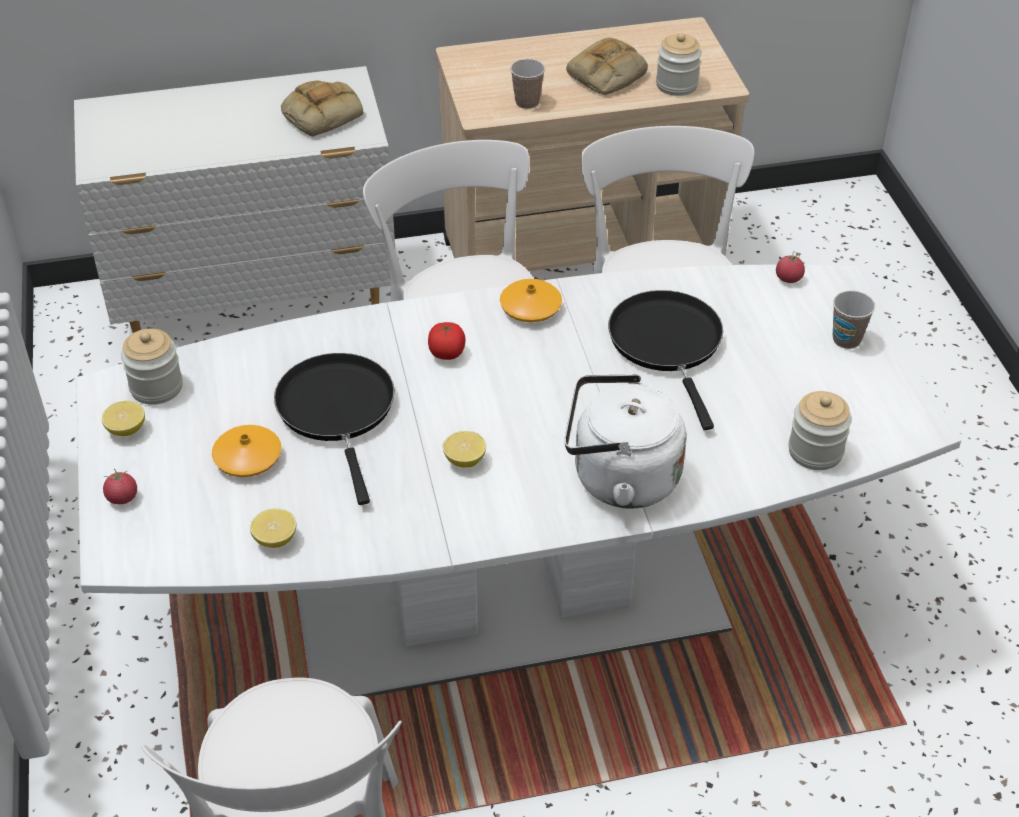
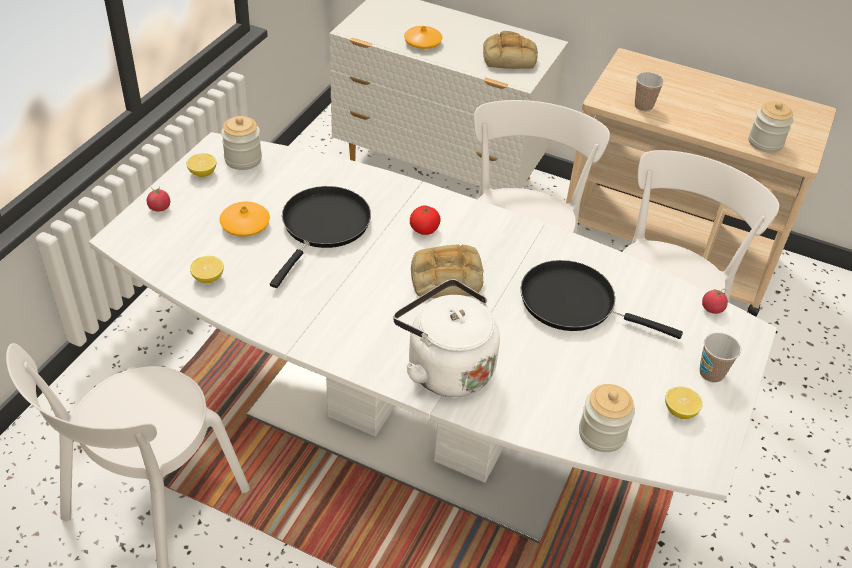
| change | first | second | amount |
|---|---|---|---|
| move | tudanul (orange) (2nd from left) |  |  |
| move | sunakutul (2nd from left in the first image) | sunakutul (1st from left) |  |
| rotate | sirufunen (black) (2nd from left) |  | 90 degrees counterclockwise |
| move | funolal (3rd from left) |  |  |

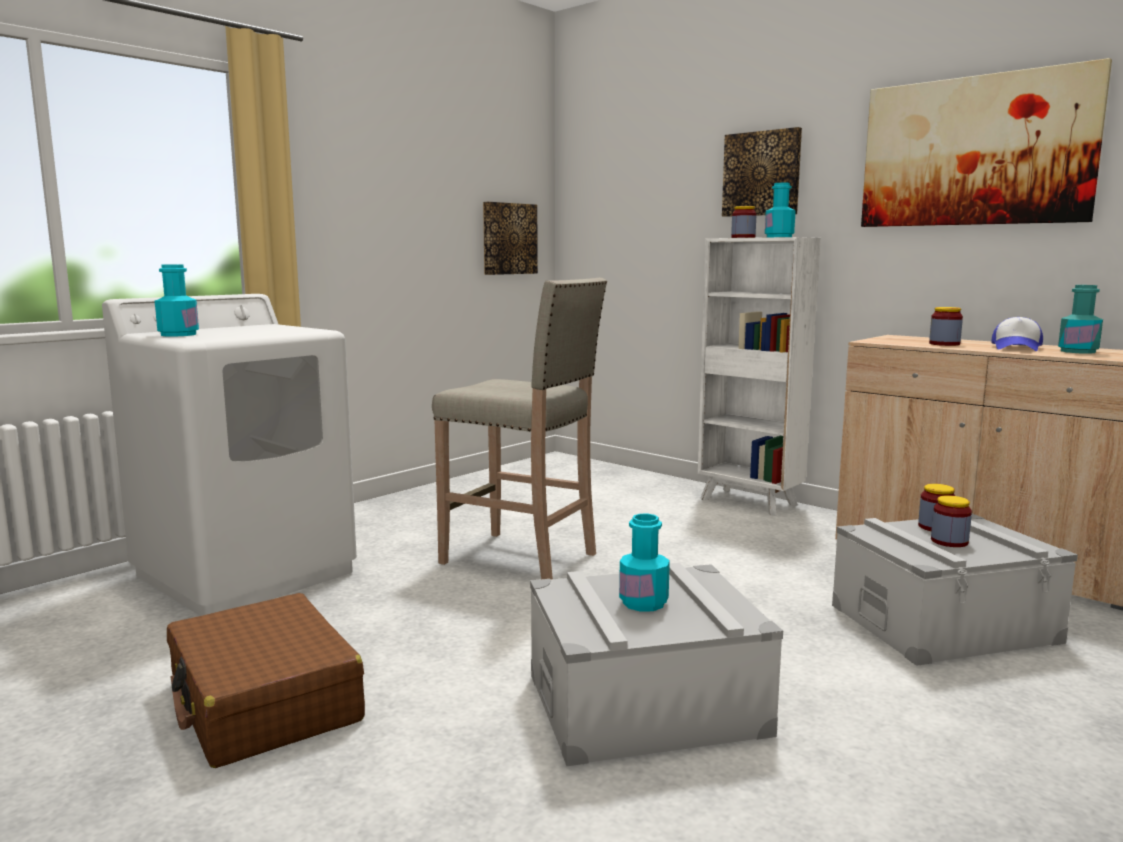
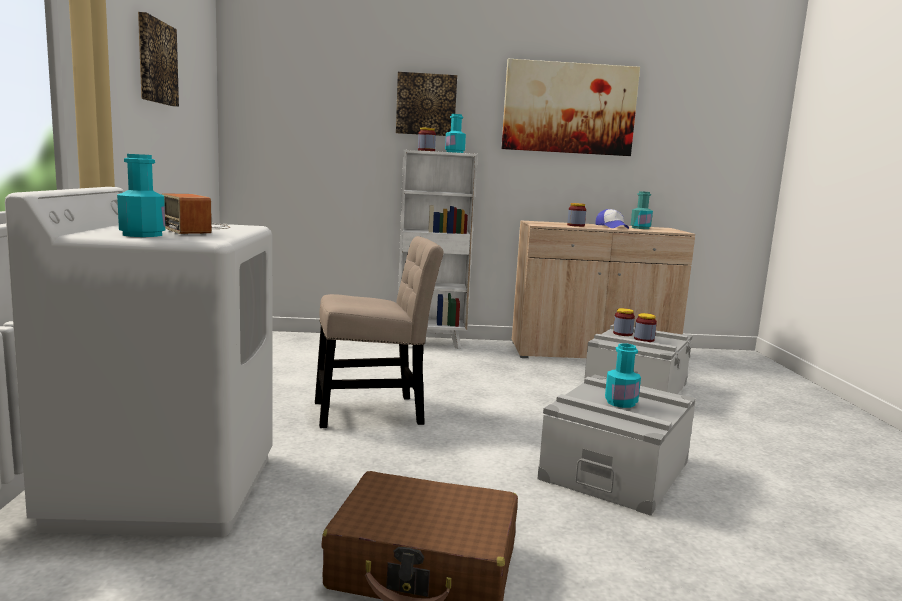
| change | first | second | amount |
|---|---|---|---|
| move | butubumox (1st from left) |  |  |
| insert |  | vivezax |  |
| replace | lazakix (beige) | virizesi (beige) |  |

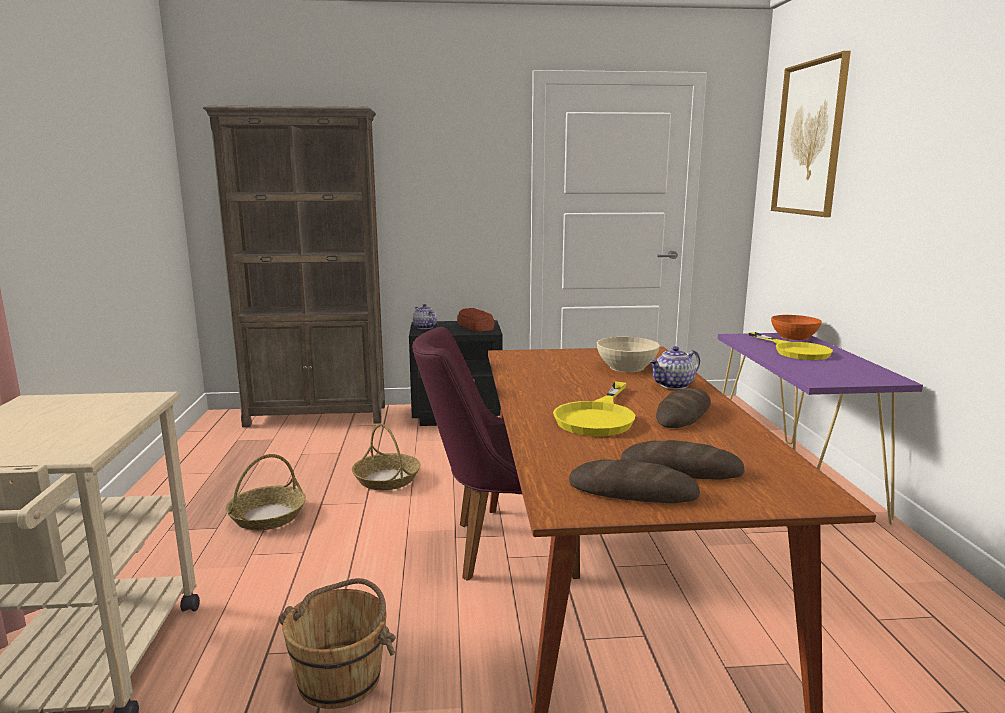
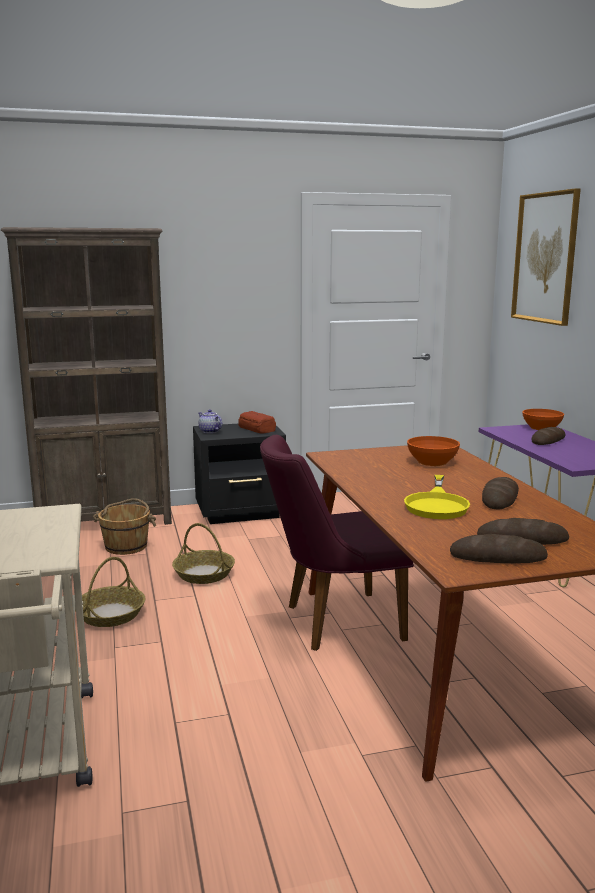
| change | first | second | amount |
|---|---|---|---|
| move | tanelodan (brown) |  |  |
| recolor | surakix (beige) | surakix (orange) (1st from left) |  |
| replace | sirufunen (yellow) (2nd from left) | sunakutul (5th from left) |  |
| delete | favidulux (2nd from left) |  |  |

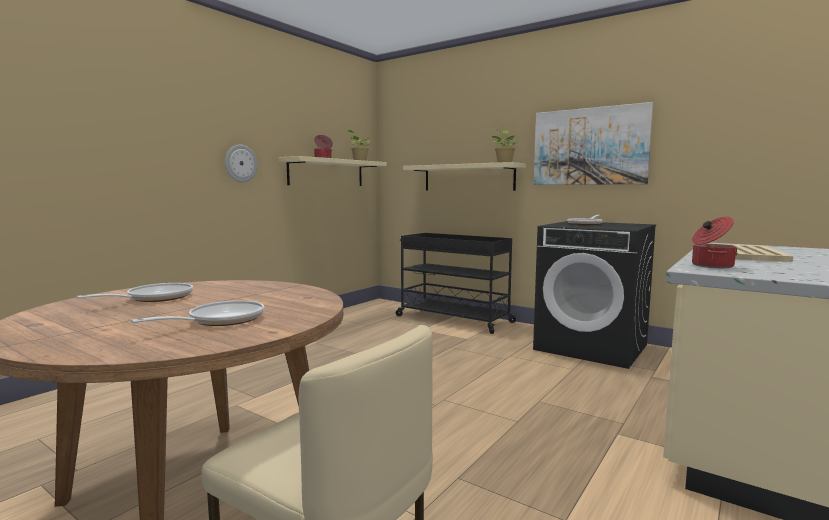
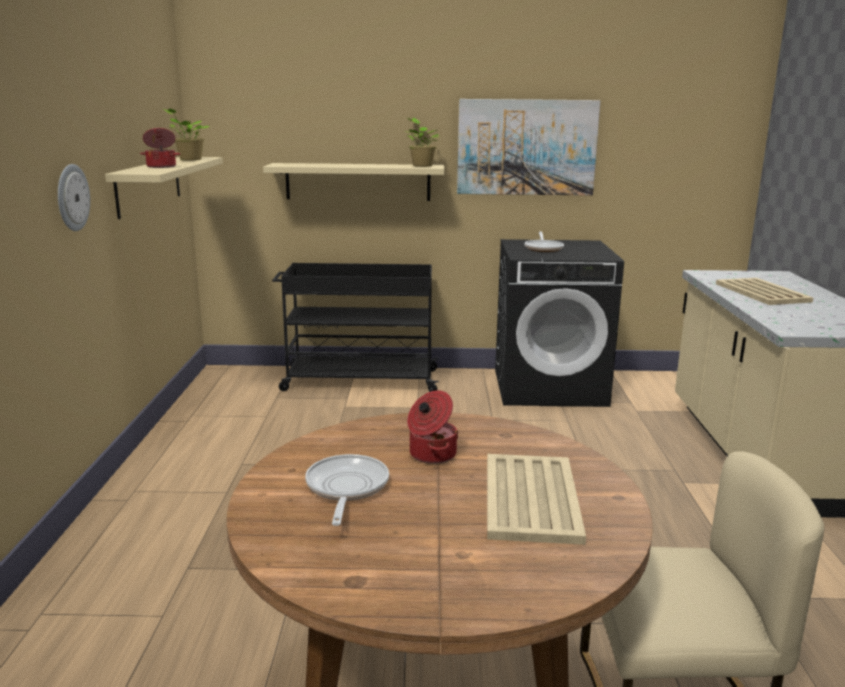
| change | first | second | amount |
|---|---|---|---|
| move | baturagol (2nd from left) |  |  |
| replace | sirufunen (2nd from left) | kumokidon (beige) (1st from left) |  |

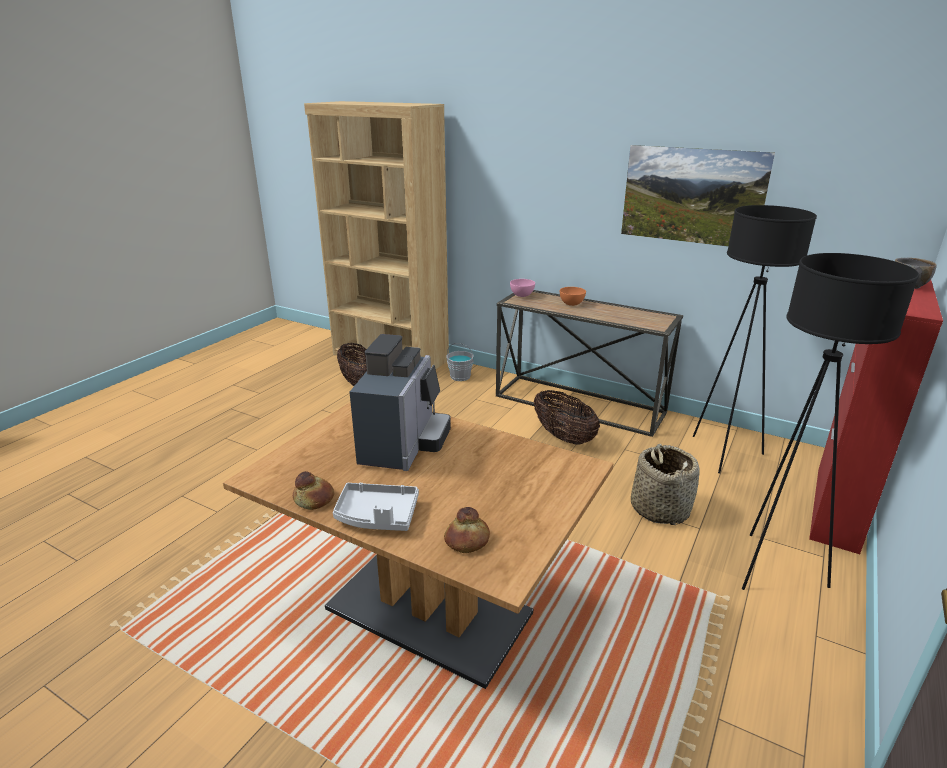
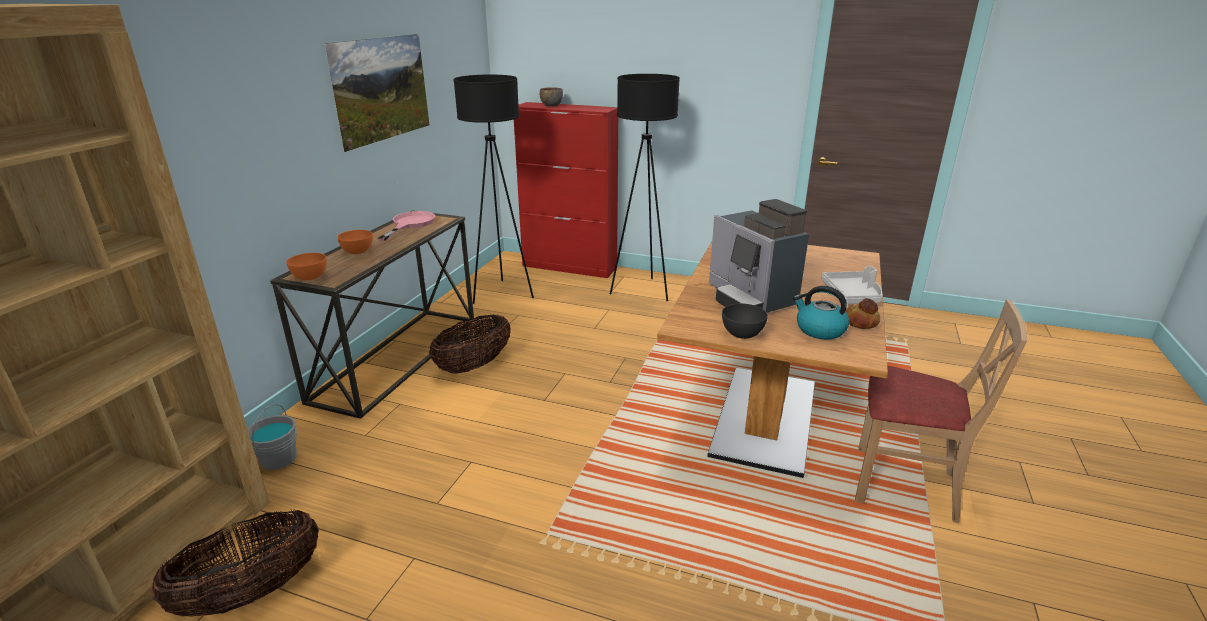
| change | first | second | amount |
|---|---|---|---|
| recolor | surakix (pink) | surakix (orange) (1st from left) |  |
| insert |  | sirufunen (pink) |  |
| rotate | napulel |  | 120 degrees counterclockwise |
| insert |  | surakix (grey) (2nd from left) |  |
| insert |  | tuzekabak |  |
| insert |  | virizesi (beige) |  |
| delete | sunakutul (2nd from left) |  |  |
| delete | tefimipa (3rd from left) |  |  |

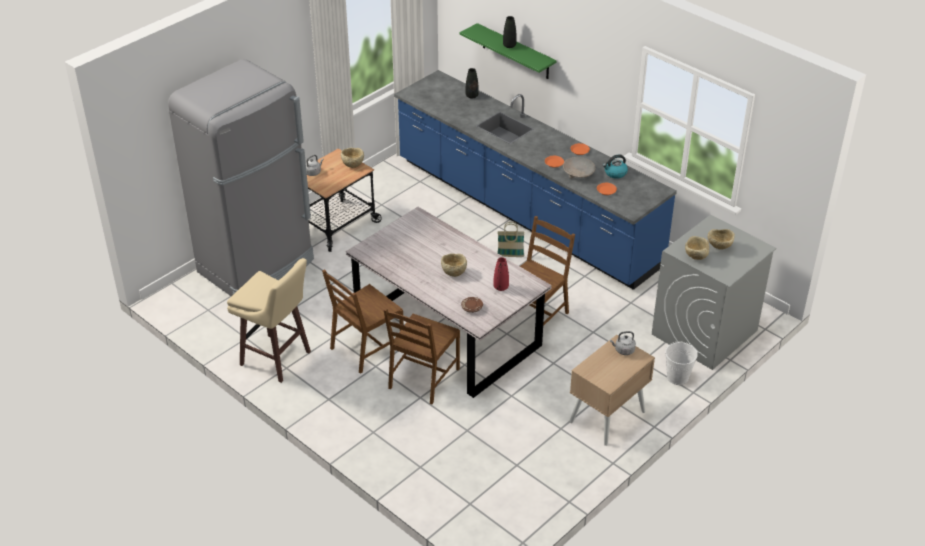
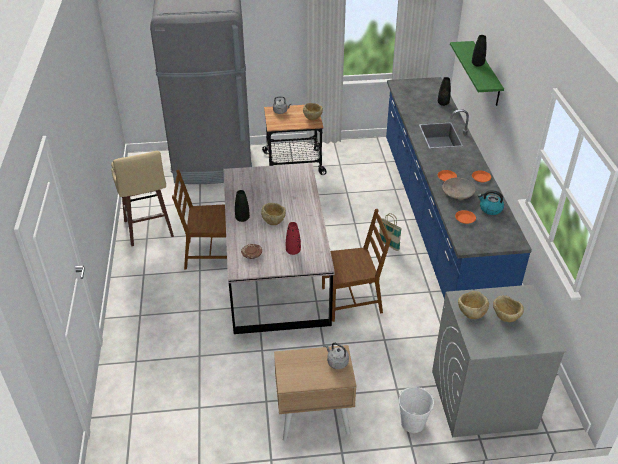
| change | first | second | amount |
|---|---|---|---|
| insert |  | tudanul (black) (1st from left) |  |
| delete | virizesi (brown) (2nd from left) |  |  |

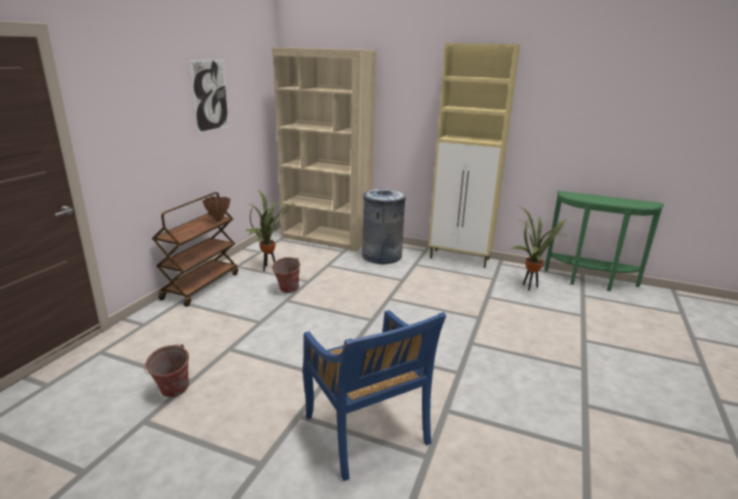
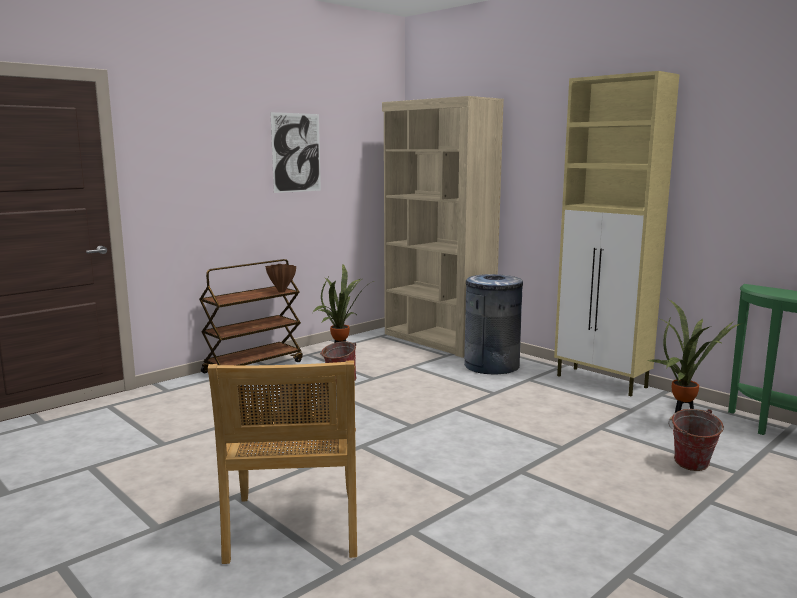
| change | first | second | amount |
|---|---|---|---|
| recolor | virizesi (blue) | virizesi (beige) |  |
| move | tanelodan (1st from left in the first image) | tanelodan (2nd from left) |  |

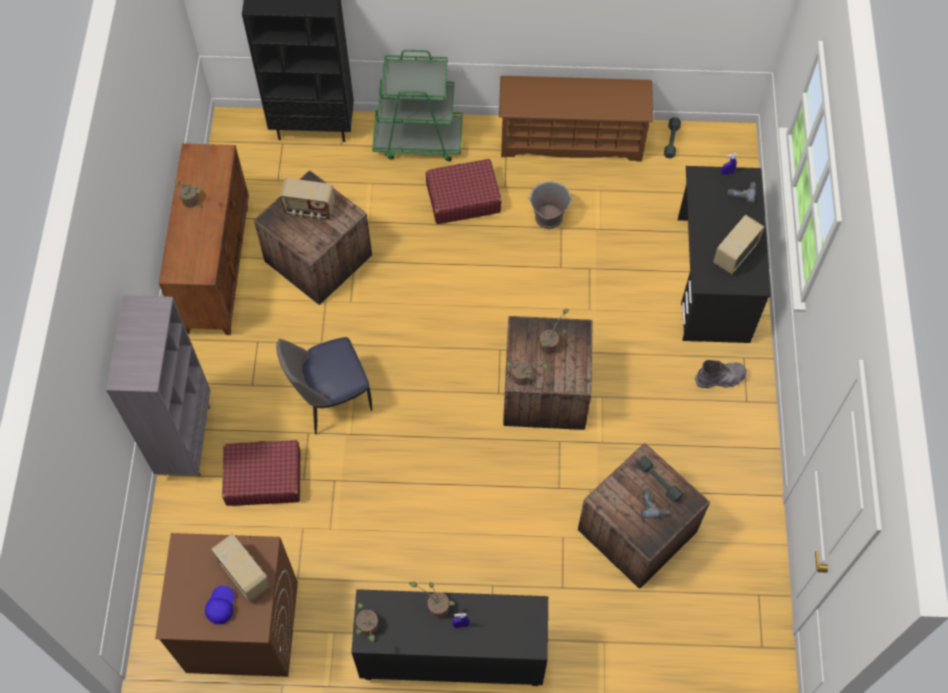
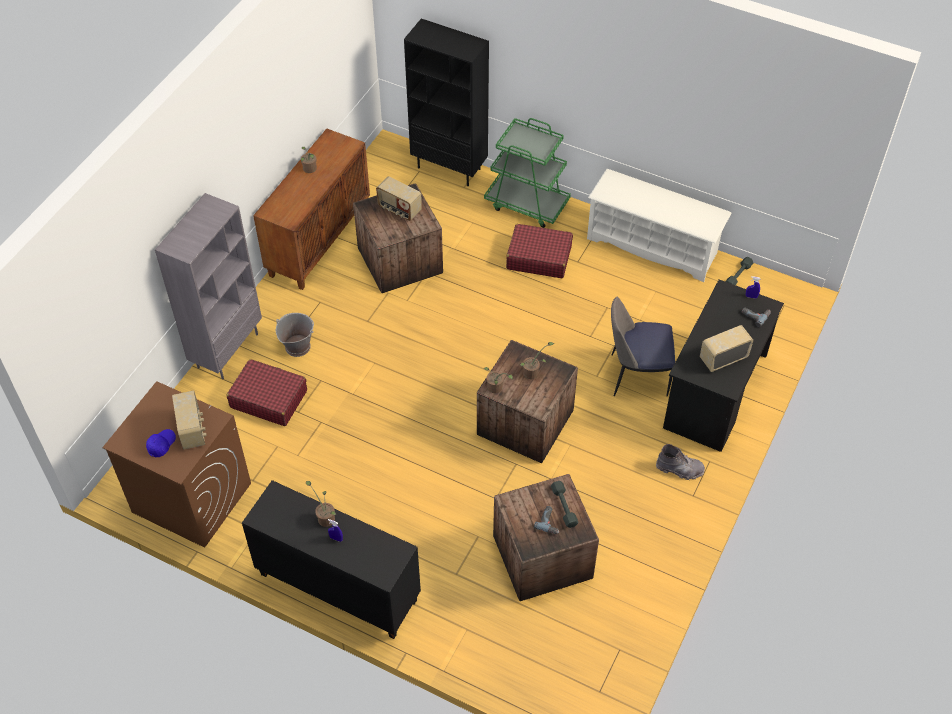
| change | first | second | amount |
|---|---|---|---|
| move | tanelodan (grey) |  |  |
| recolor | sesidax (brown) | sesidax (white) |  |
| move | virizesi |  |  |
| delete | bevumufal (2nd from left) |  |  |

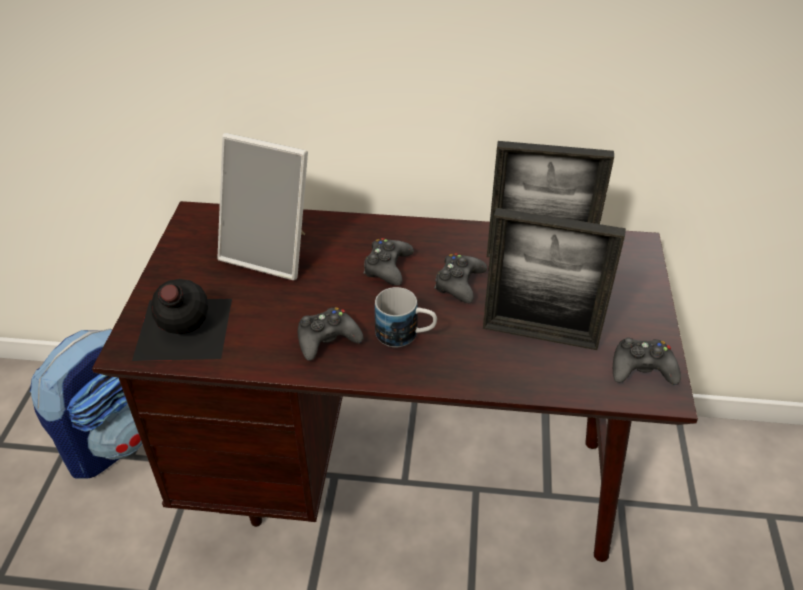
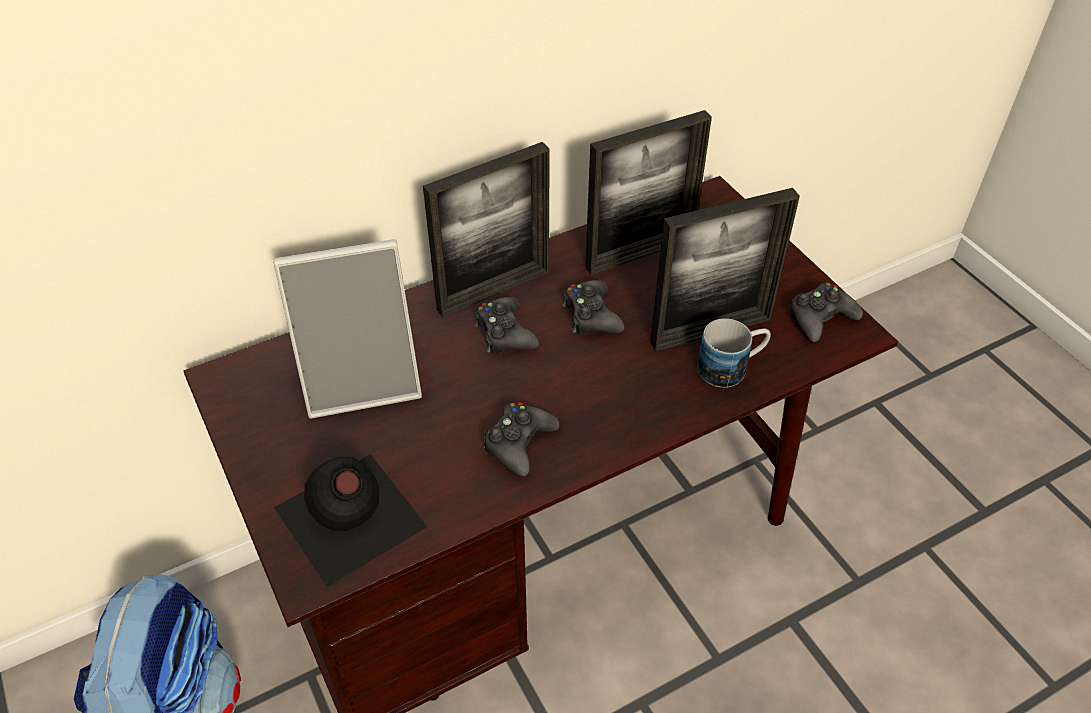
| change | first | second | amount |
|---|---|---|---|
| insert |  | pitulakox (2nd from left) |  |
| move | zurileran |  |  |

